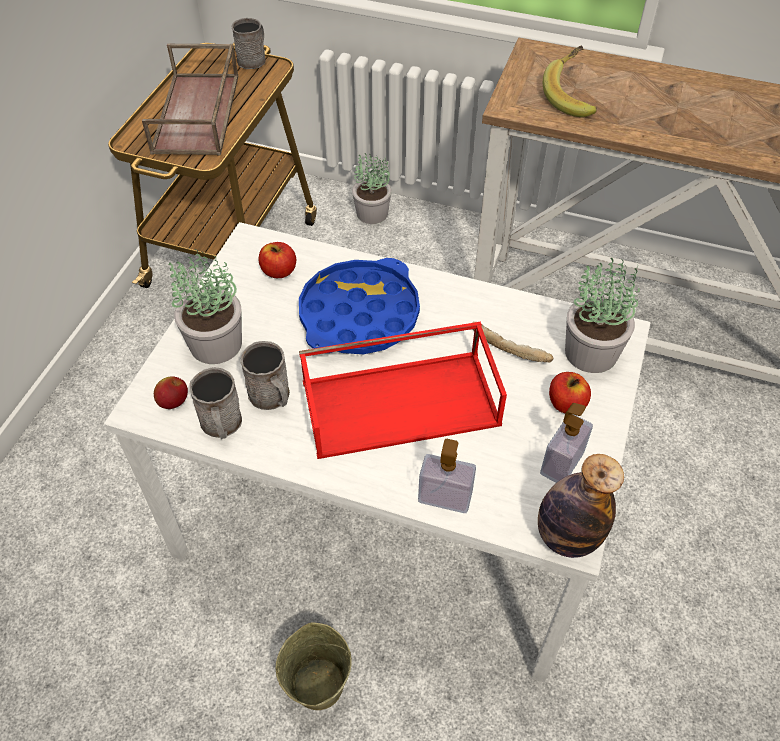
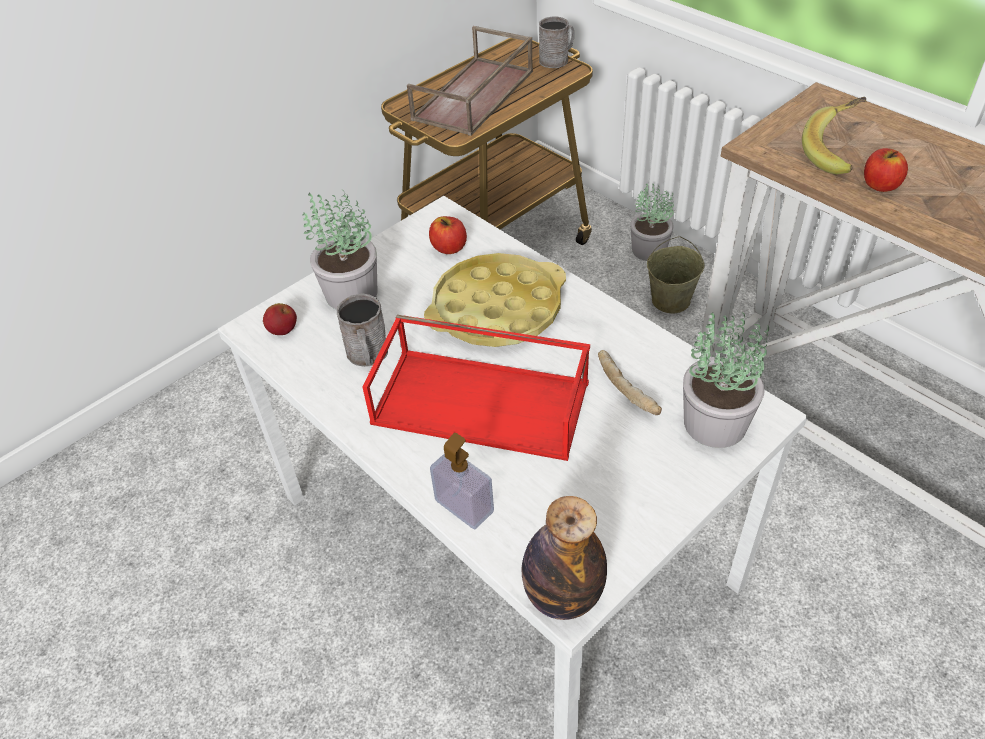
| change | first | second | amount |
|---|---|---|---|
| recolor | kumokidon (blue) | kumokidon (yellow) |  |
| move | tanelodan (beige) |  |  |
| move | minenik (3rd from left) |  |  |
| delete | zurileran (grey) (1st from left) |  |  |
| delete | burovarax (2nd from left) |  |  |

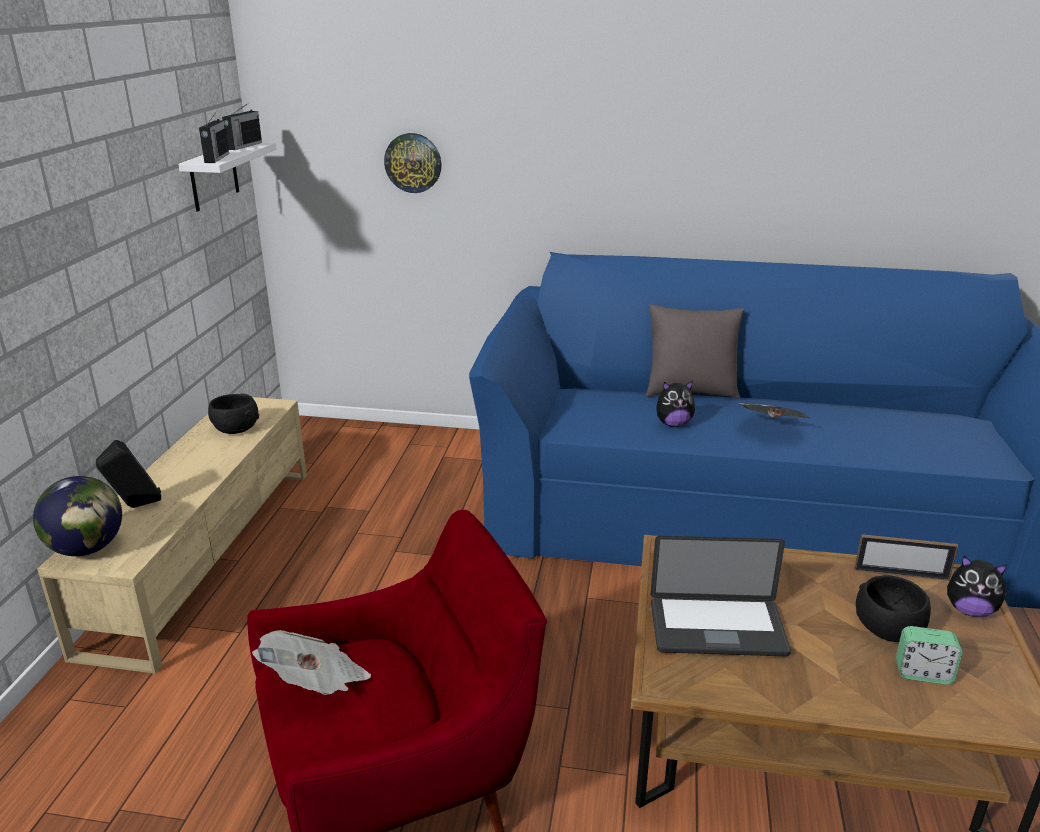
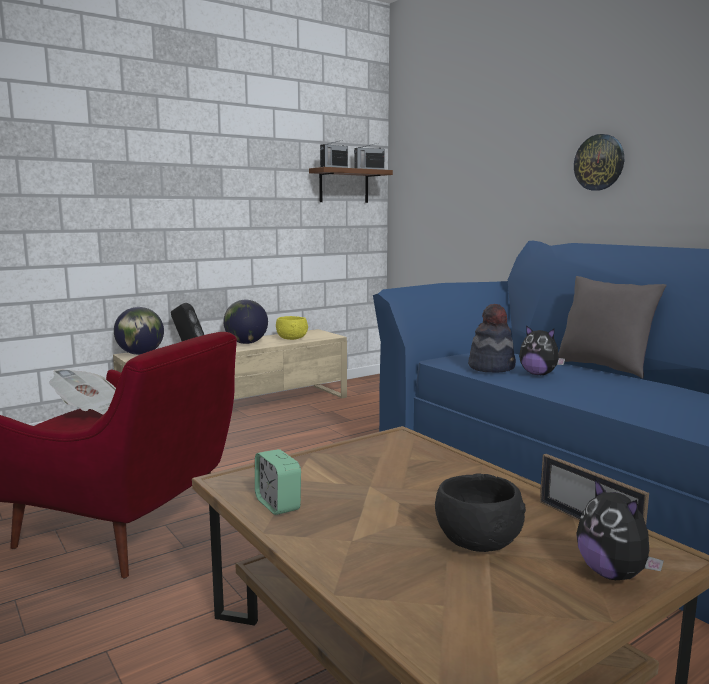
| change | first | second | amount |
|---|---|---|---|
| insert |  | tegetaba (2nd from left) |  |
| move | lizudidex |  |  |
| recolor | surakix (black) (1st from left) | surakix (yellow) |  |
| recolor | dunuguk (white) | dunuguk (brown) |  |
| insert |  | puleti |  |
| move | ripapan |  |  |
| delete | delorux |  |  |
| delete | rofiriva (2nd from left) |  |  |

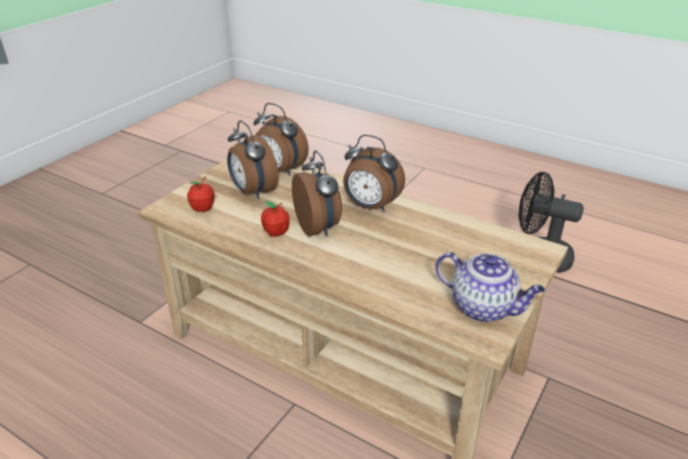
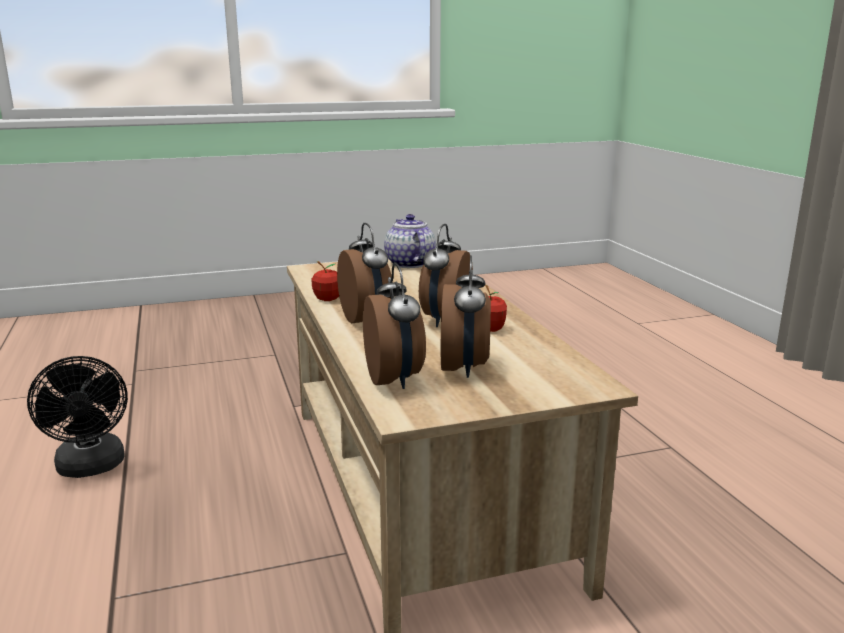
| change | first | second | amount |
|---|---|---|---|
| move | minenik (1st from left) |  |  |

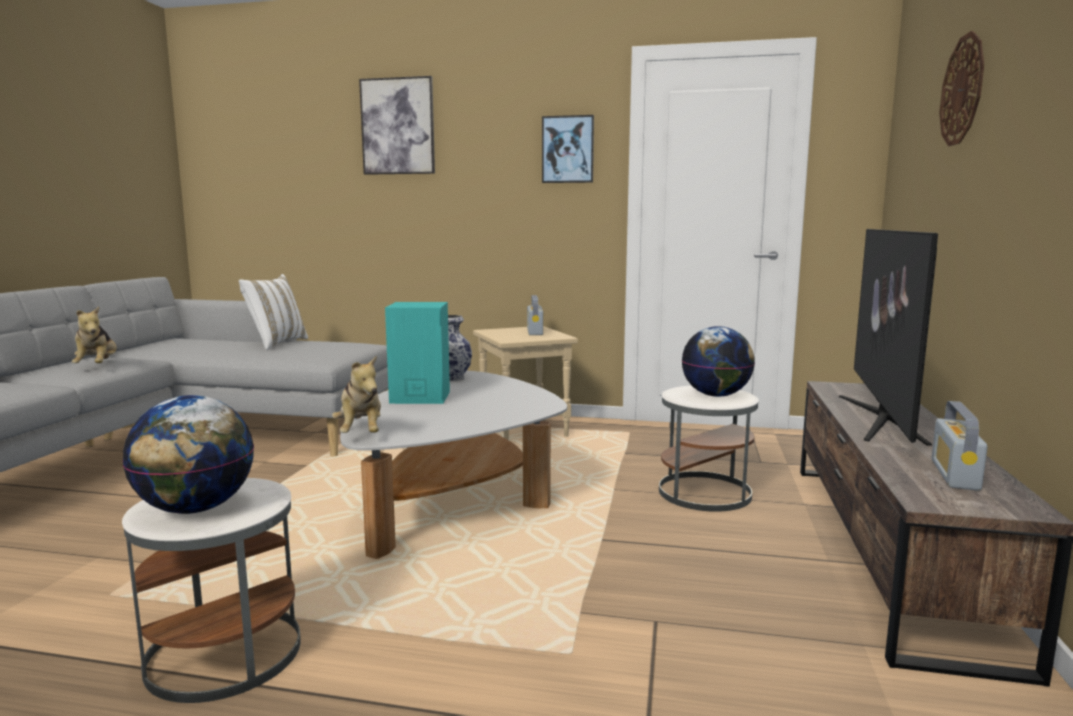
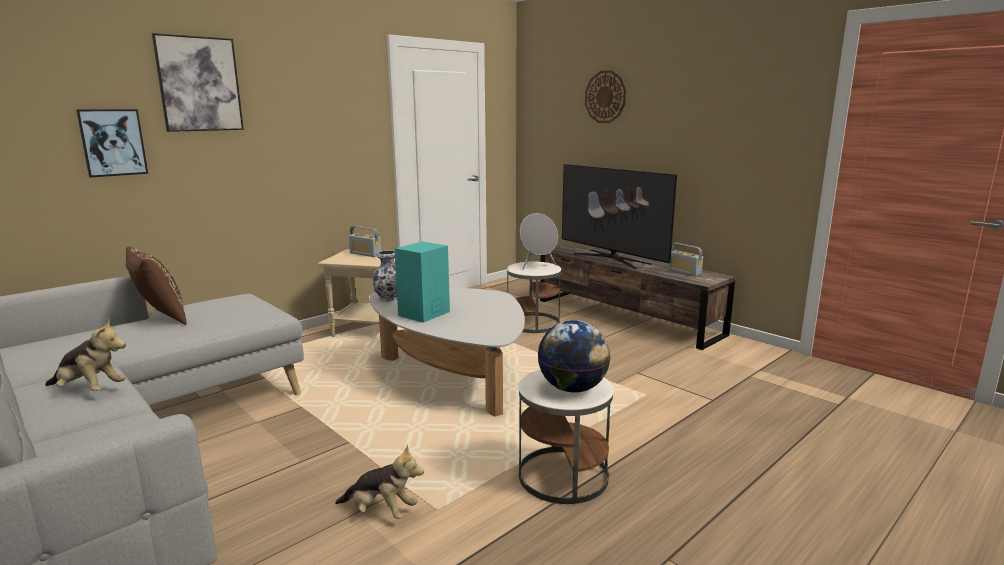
| change | first | second | amount |
|---|---|---|---|
| move | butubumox (2nd from left in the first image) | butubumox (1st from left) |  |
| recolor | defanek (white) | defanek (brown) |  |
| move | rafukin (2nd from left) |  |  |
| replace | tegetaba (2nd from left) | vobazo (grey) |  |

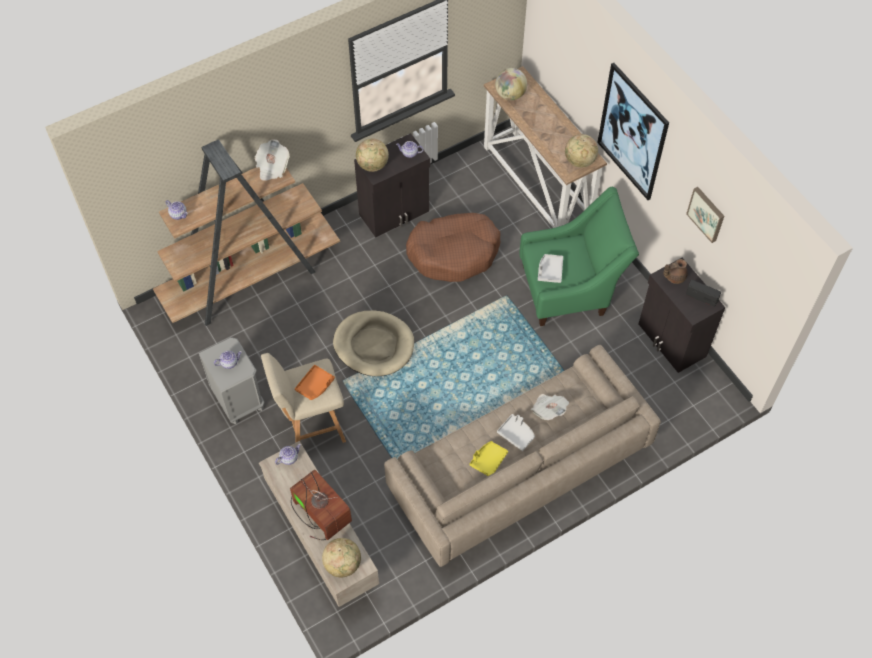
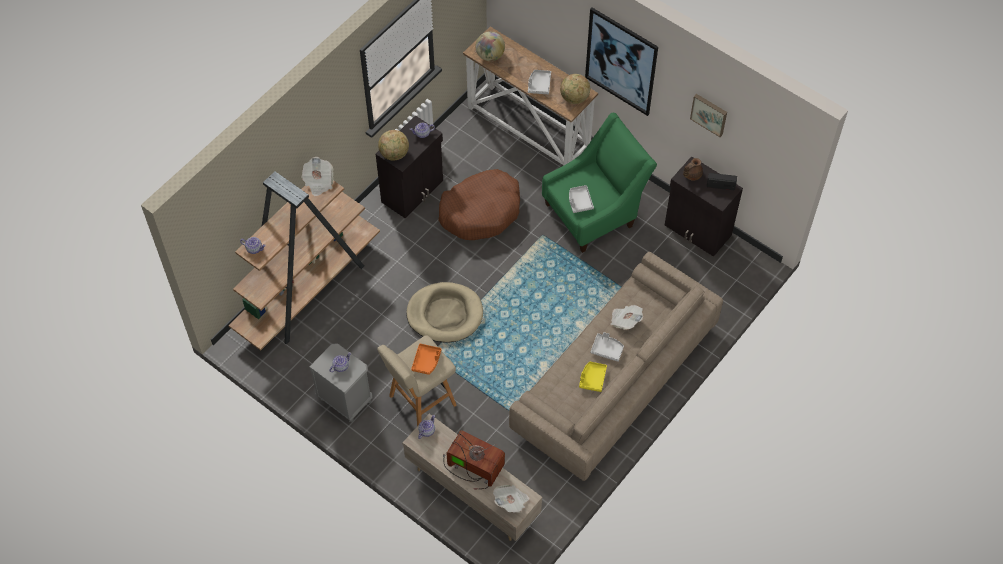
| change | first | second | amount |
|---|---|---|---|
| replace | tegetaba (1st from left) | rofiriva (2nd from left) |  |
| insert |  | kumokidon (grey) (1st from left) |  |

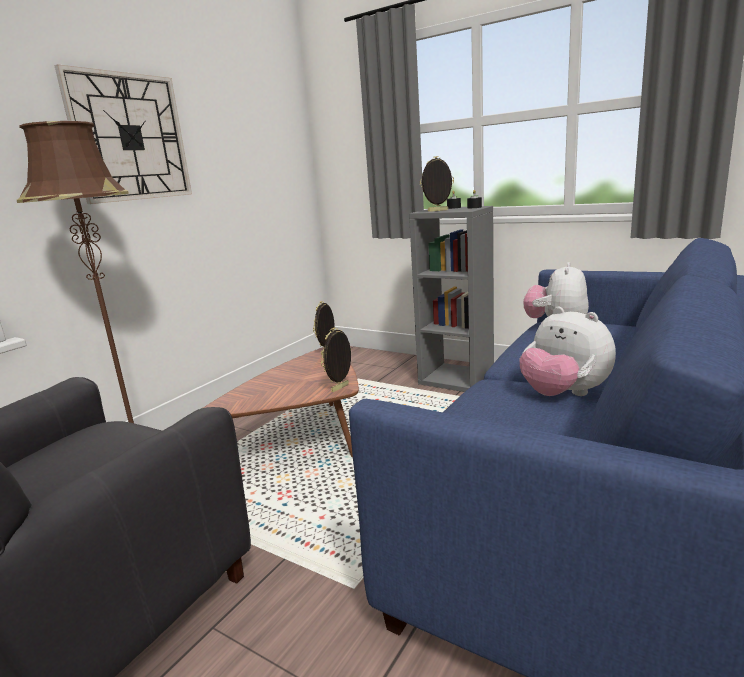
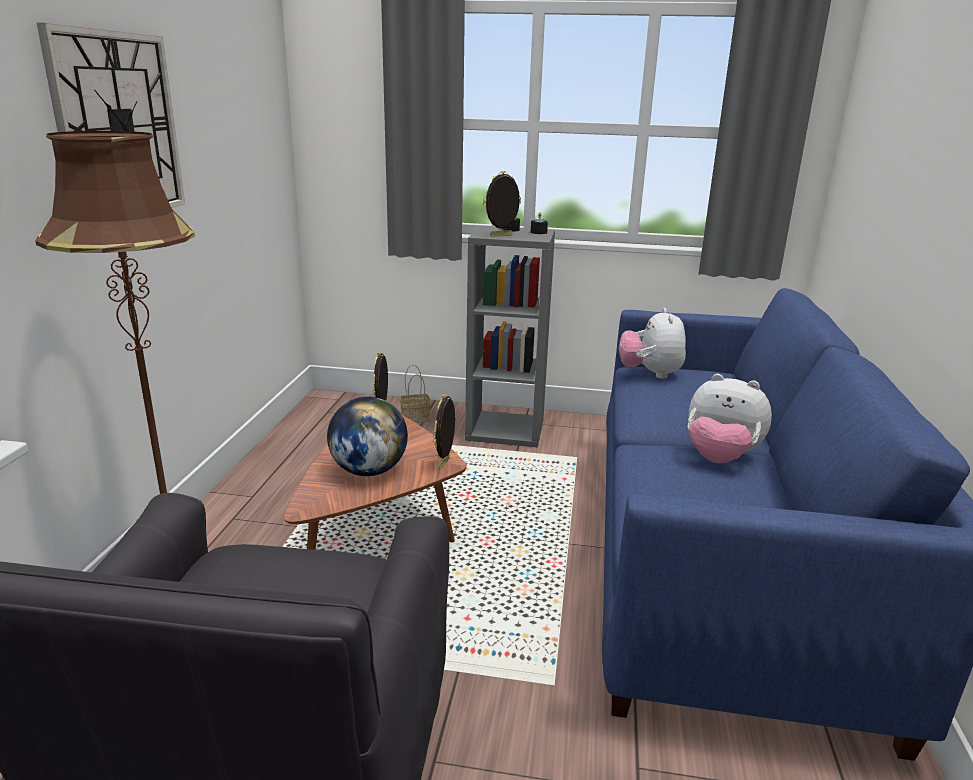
| change | first | second | amount |
|---|---|---|---|
| insert |  | tegetaba |  |
| insert |  | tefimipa |  |

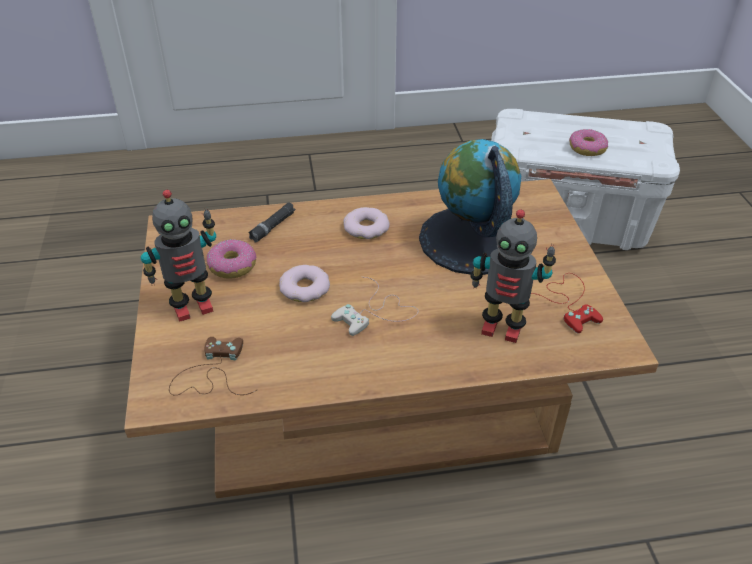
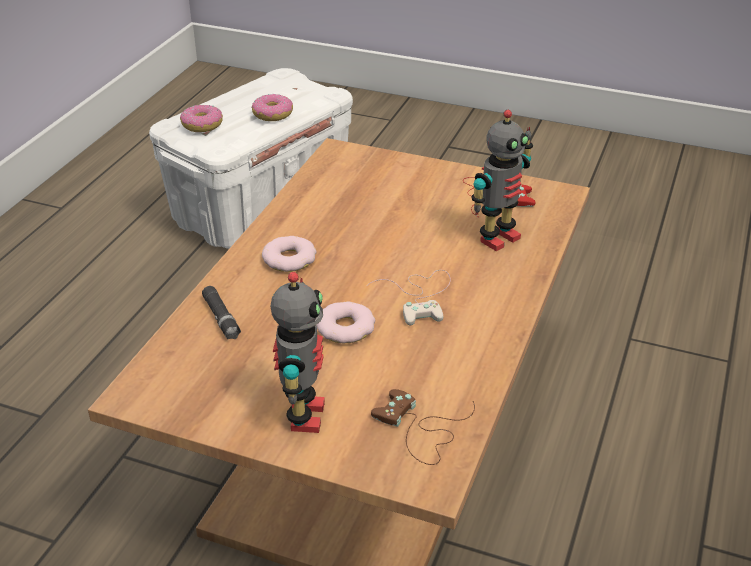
| change | first | second | amount |
|---|---|---|---|
| move | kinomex (1st from left) |  |  |
| delete | tegetaba |  |  |

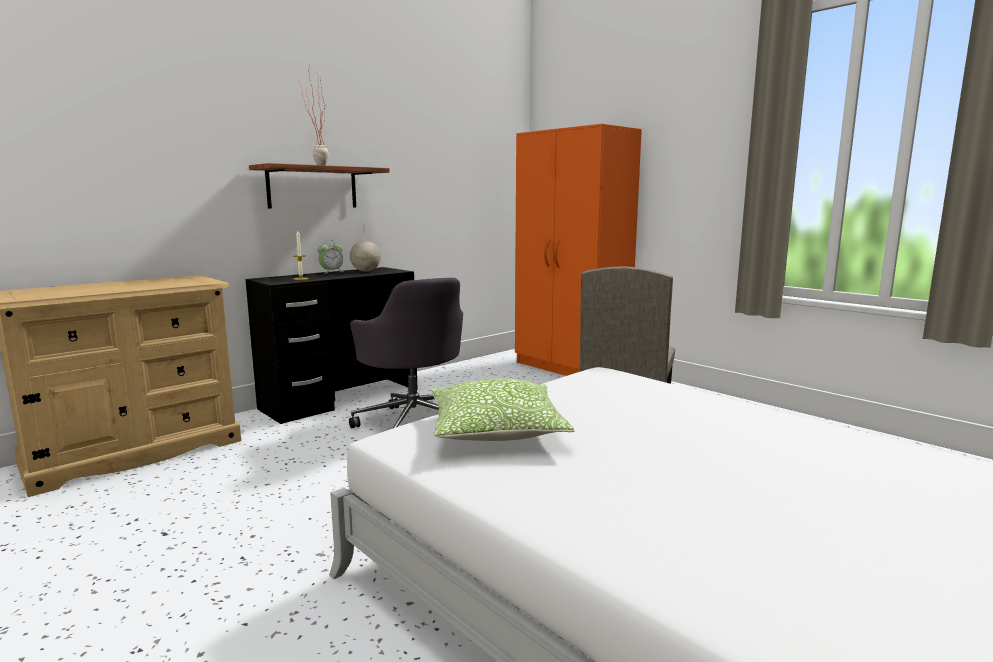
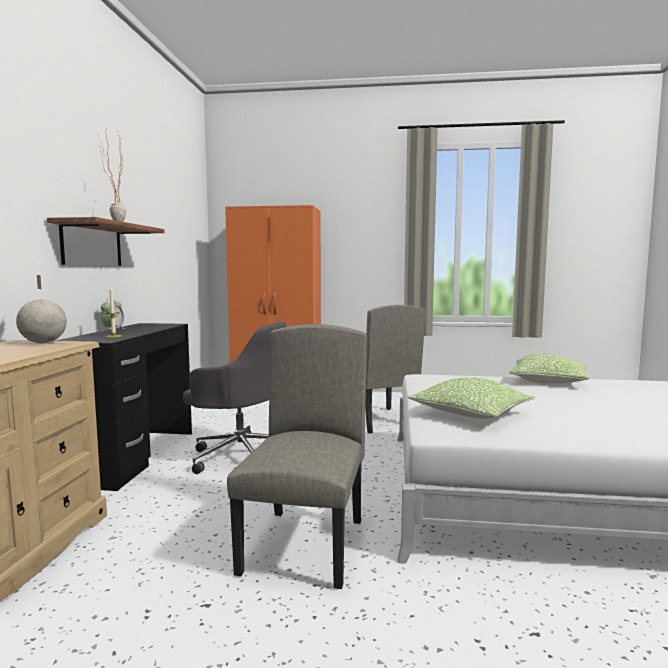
| change | first | second | amount |
|---|---|---|---|
| move | tegetaba |  |  |
| insert |  | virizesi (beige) (1st from left) |  |
| insert |  | defanek (2nd from left) |  |

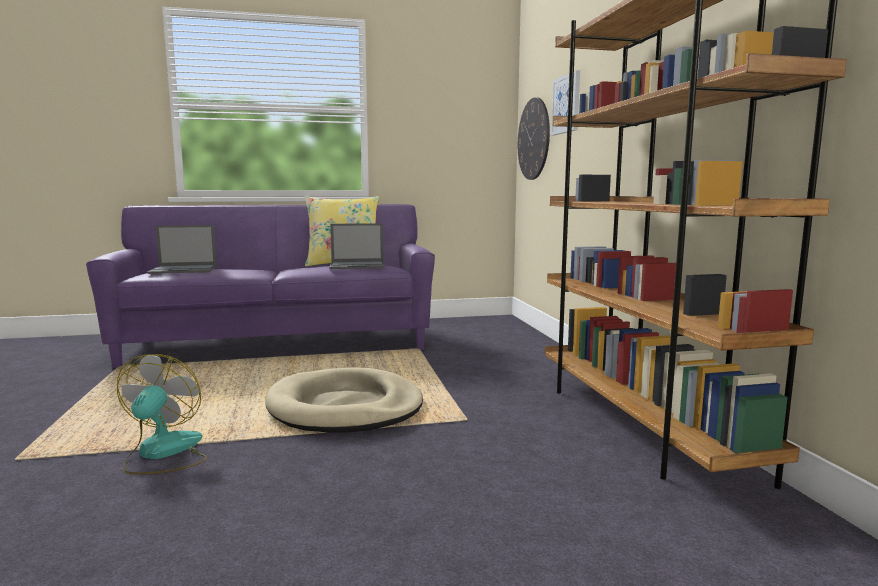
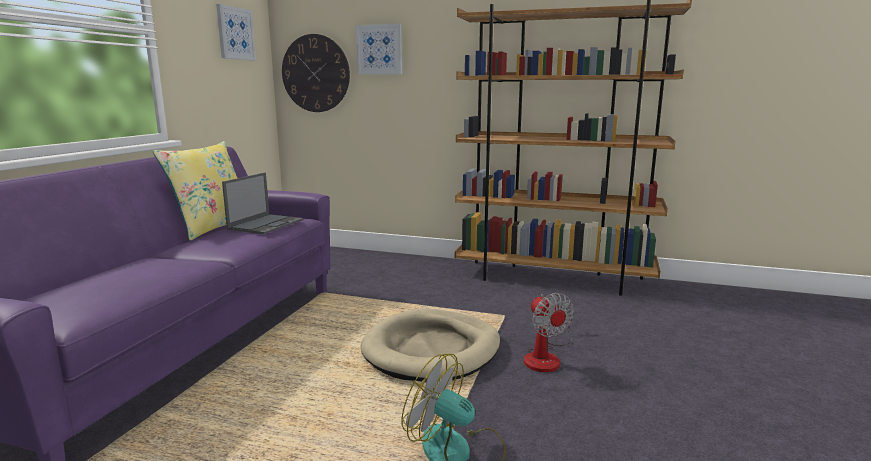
| change | first | second | amount |
|---|---|---|---|
| insert |  | butubumox (1st from left) |  |
| insert |  | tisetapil (2nd from left) |  |
| delete | delorux (1st from left) |  |  |

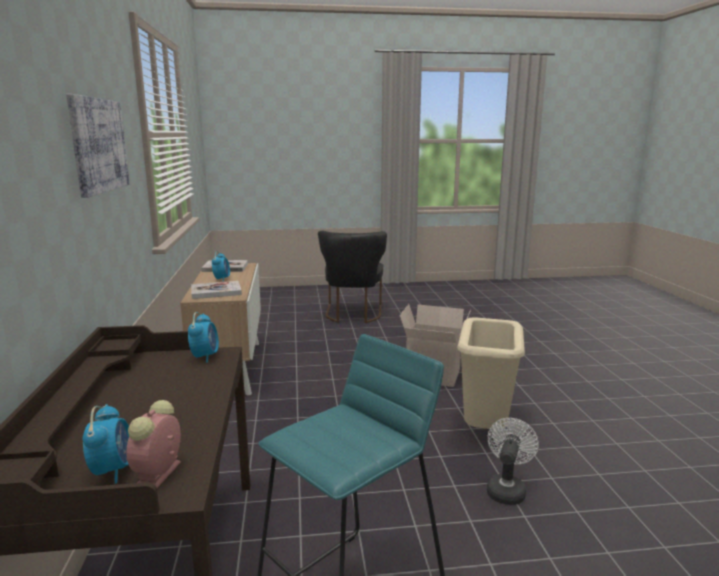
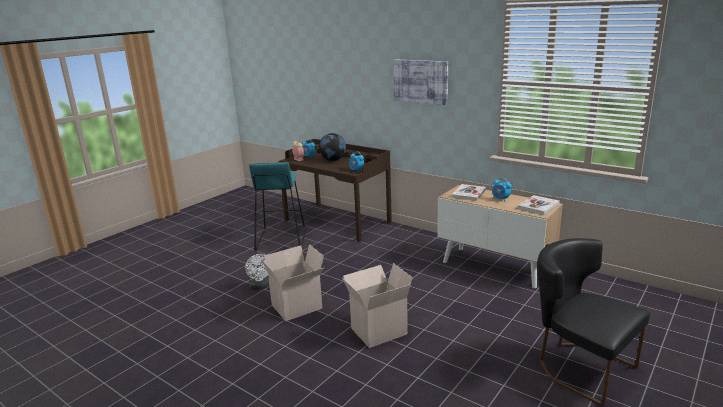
| change | first | second | amount |
|---|---|---|---|
| replace | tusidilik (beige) | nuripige (1st from left) |  |
| insert |  | tegetaba |  |

